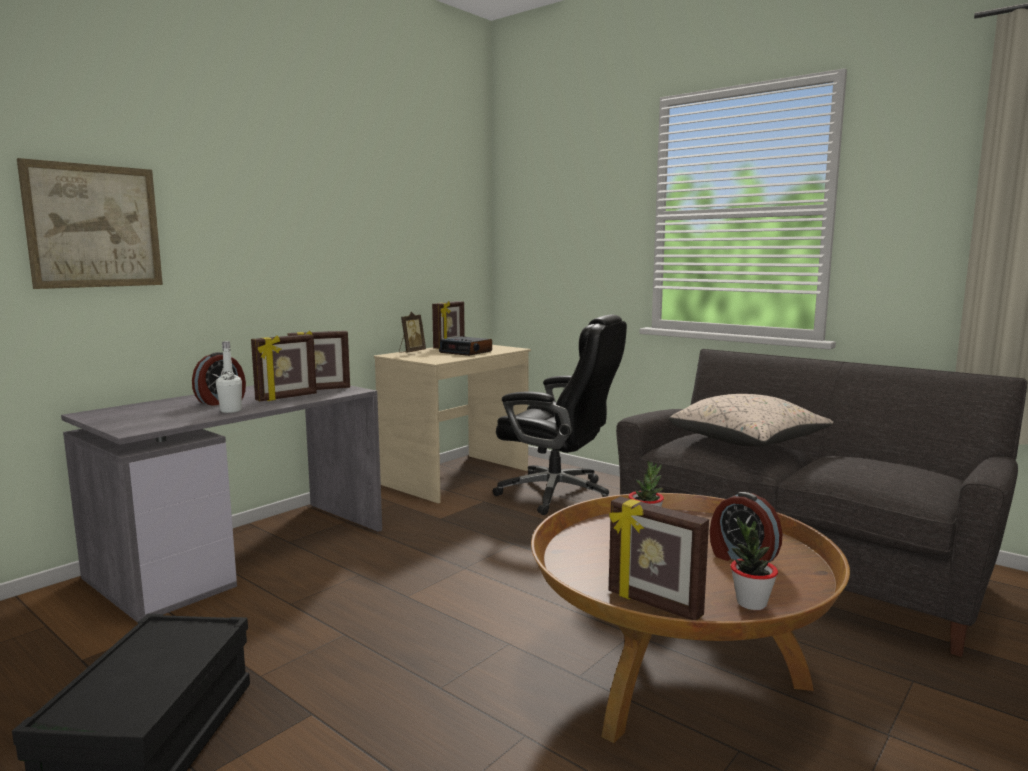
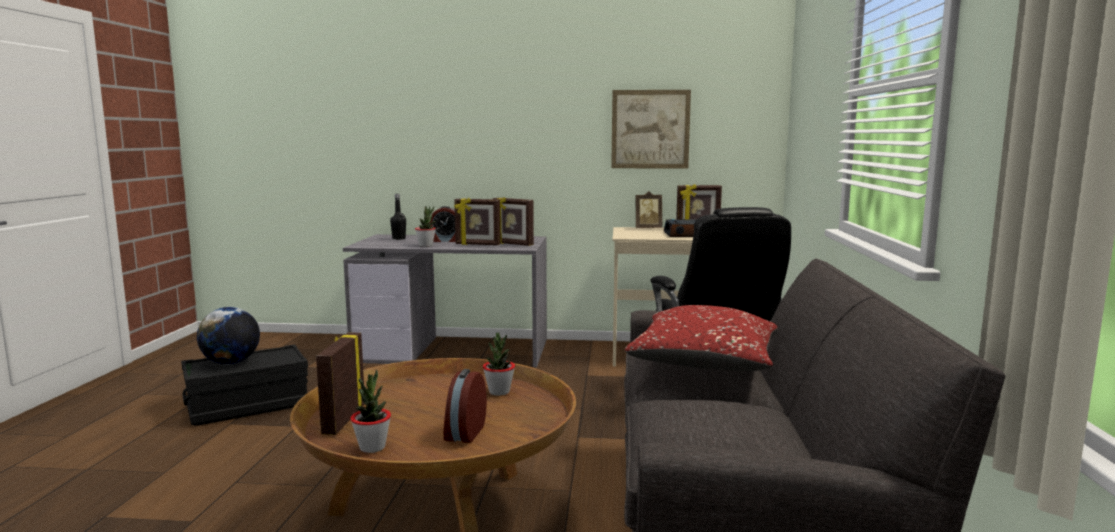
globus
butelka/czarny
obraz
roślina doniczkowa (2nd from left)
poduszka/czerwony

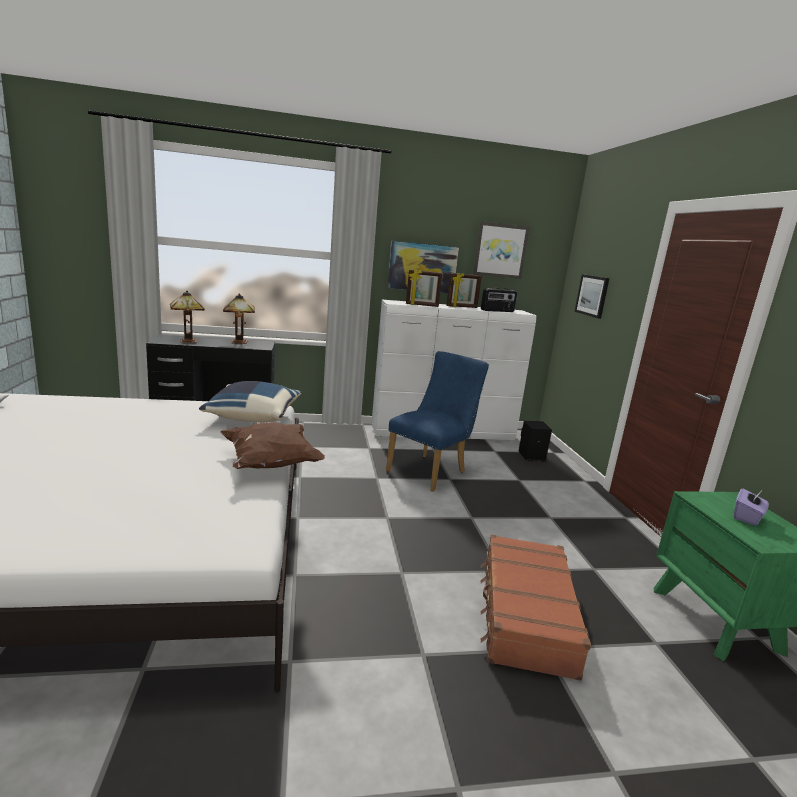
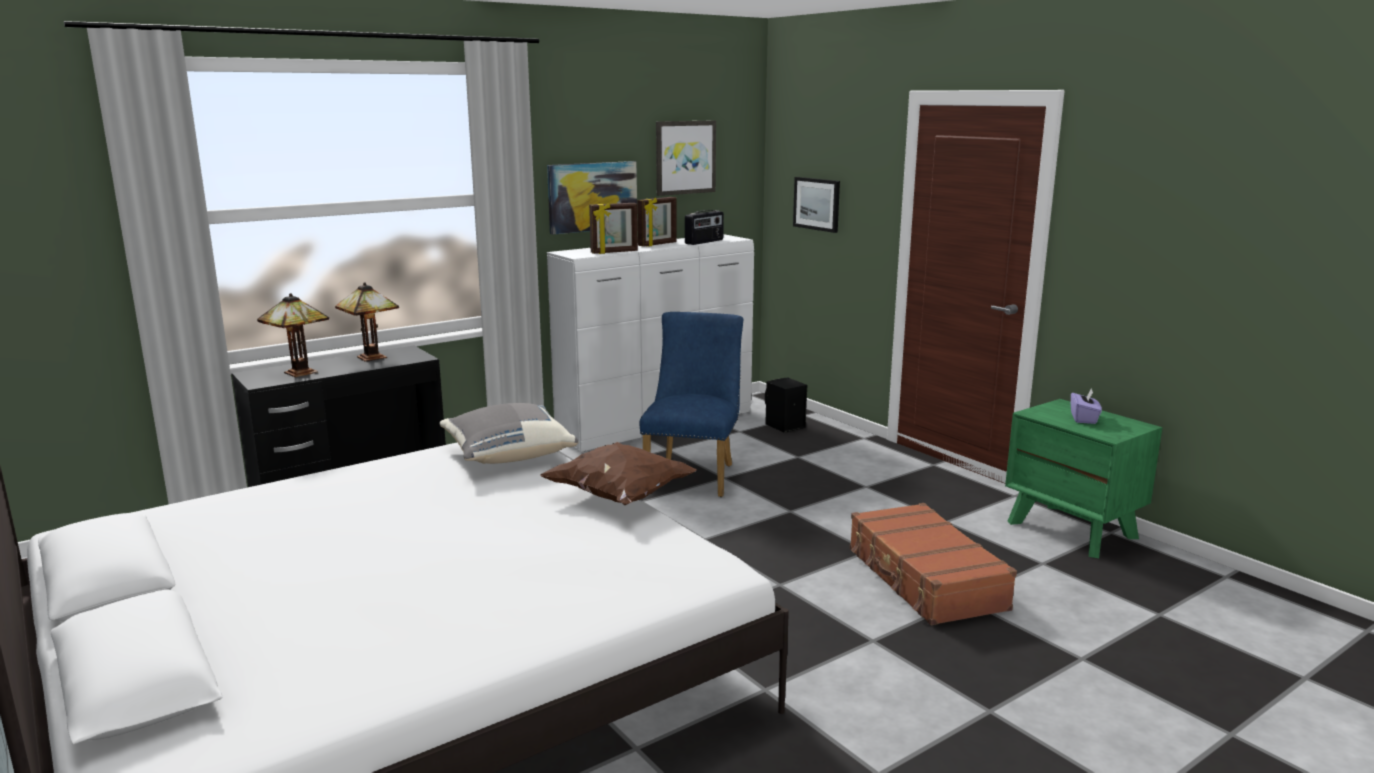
poduszka/szary

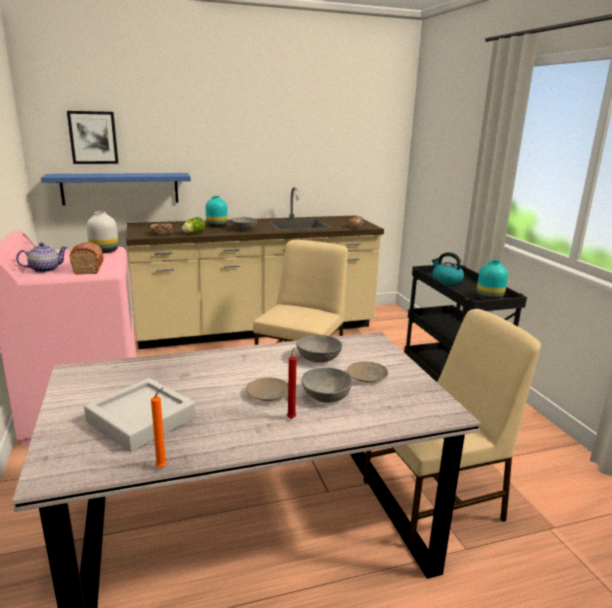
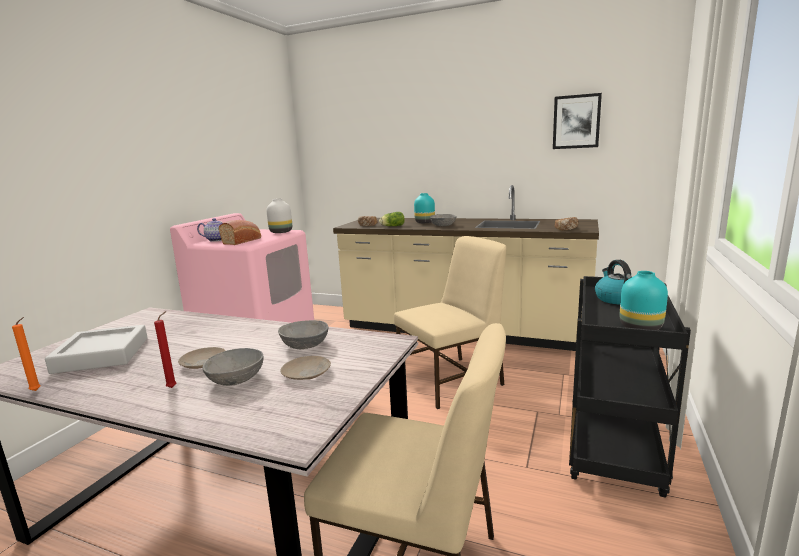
półka/niebieski
obraz

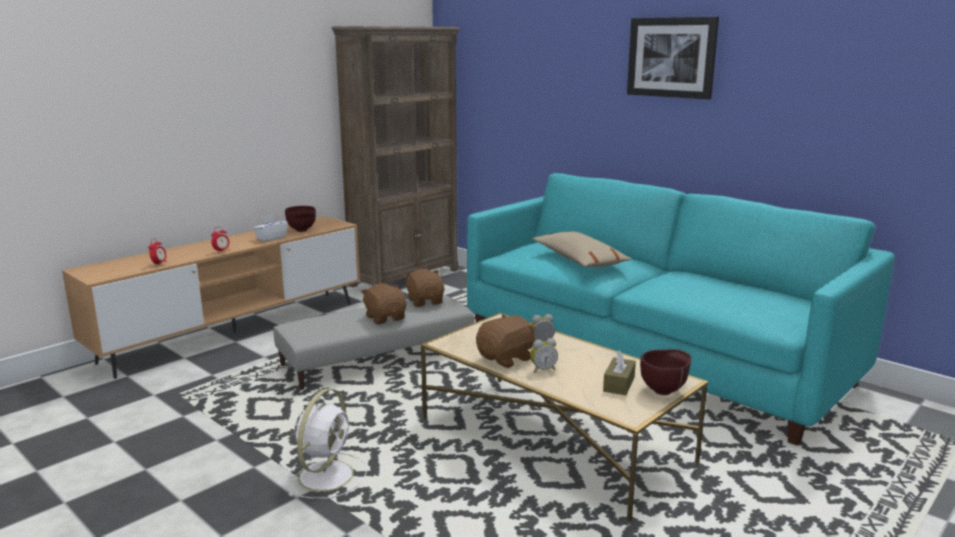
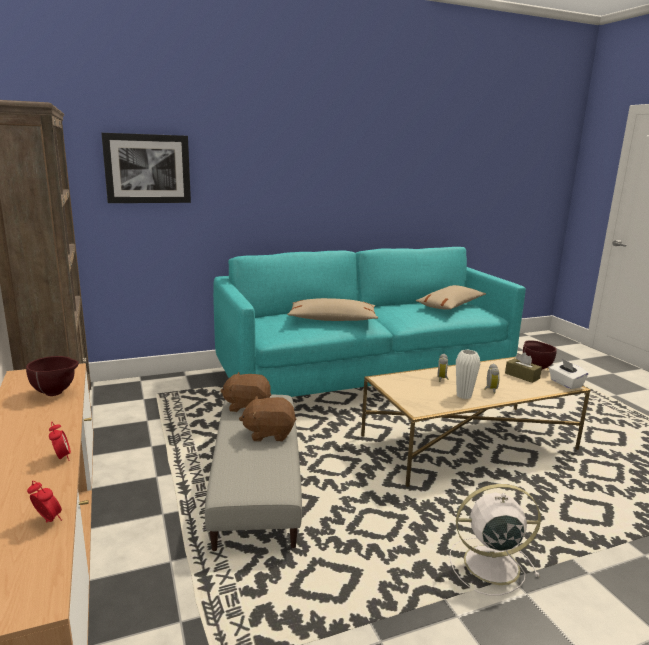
poduszka/beżowy (2nd from left)
pudełko chusteczek/biały
obraz
wazon/biały
wentylator/biały

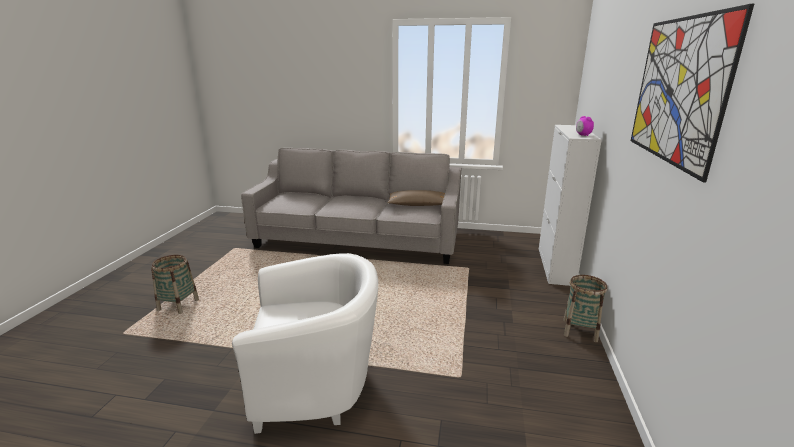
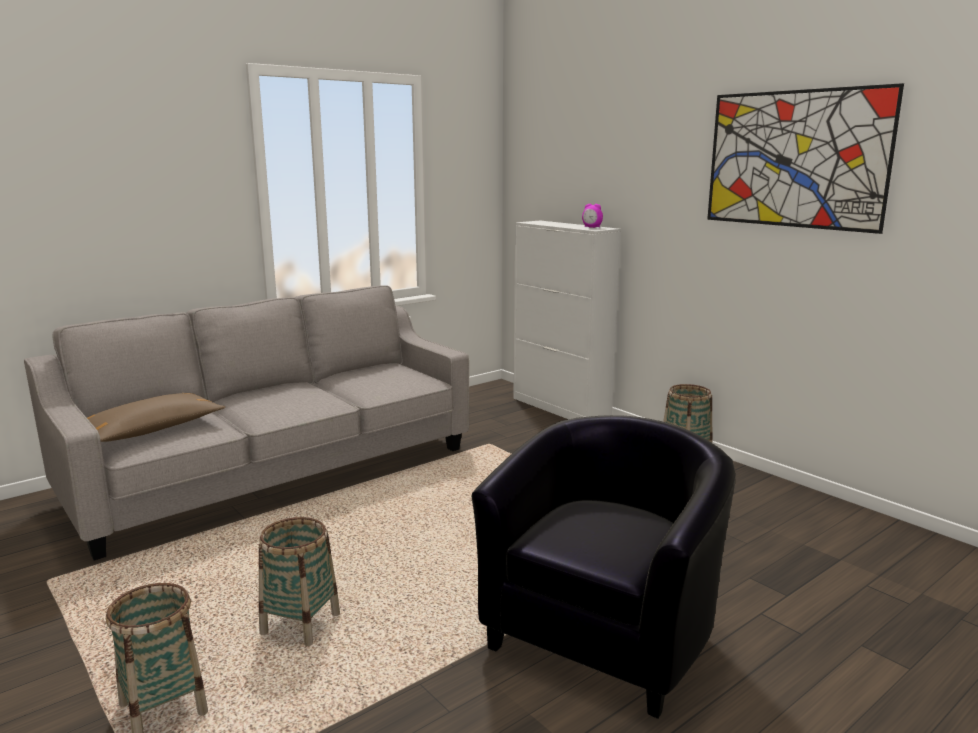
koszyk (2nd from left)
poduszka/brązowy
fotel/czarny

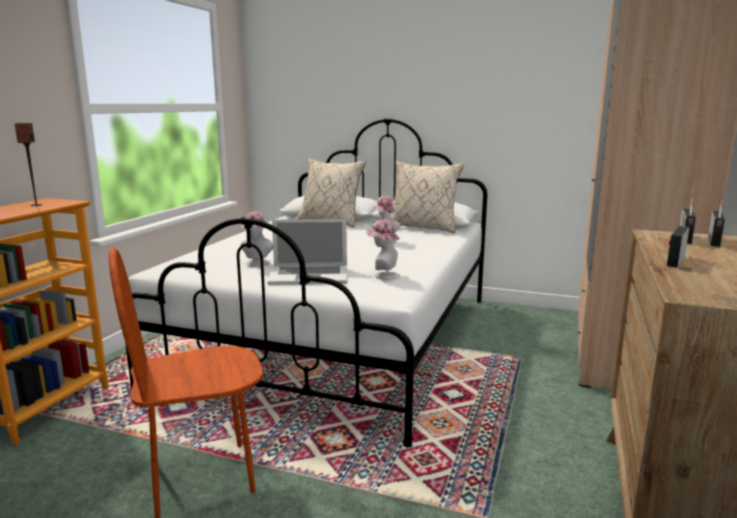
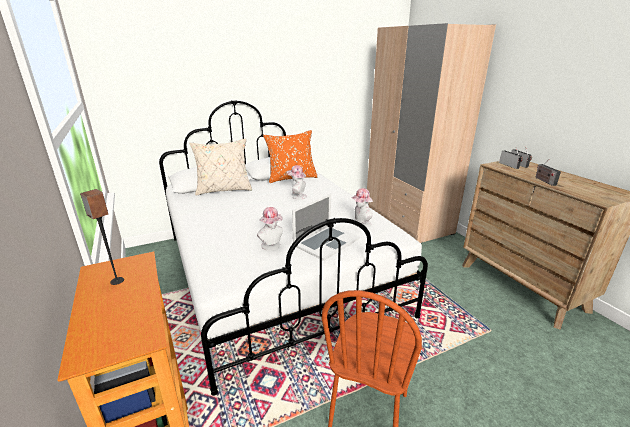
poduszka/pomarańczowy

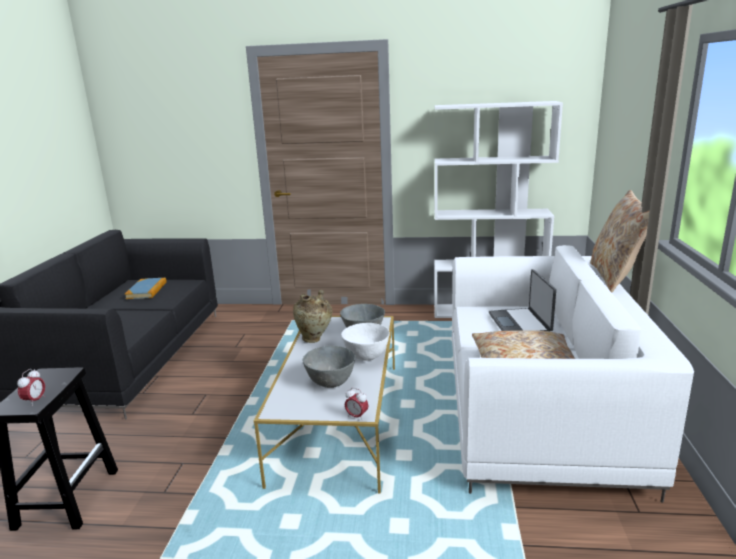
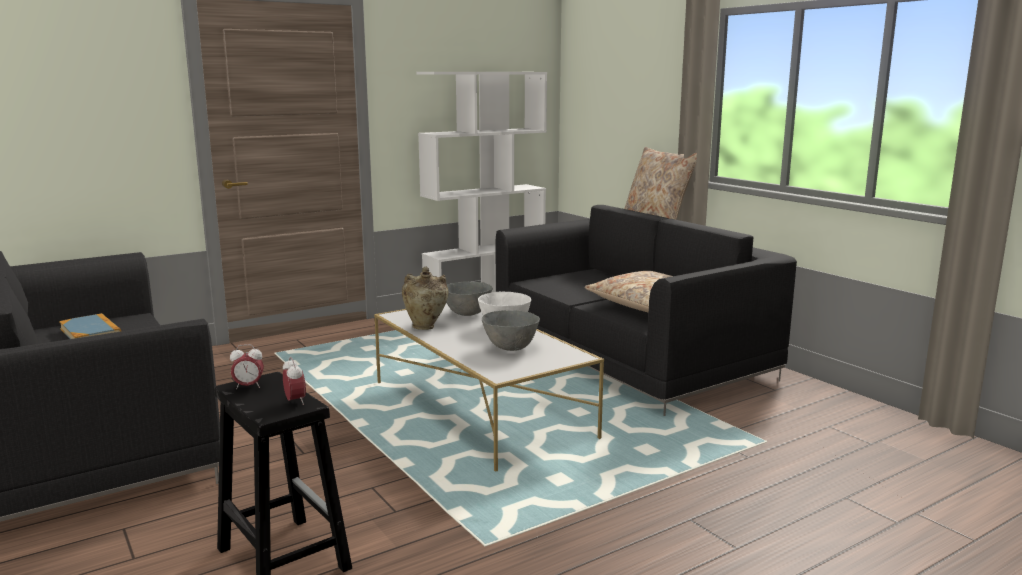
laptop
budzik (1st from left)
kanapa/czarny (2nd from left)

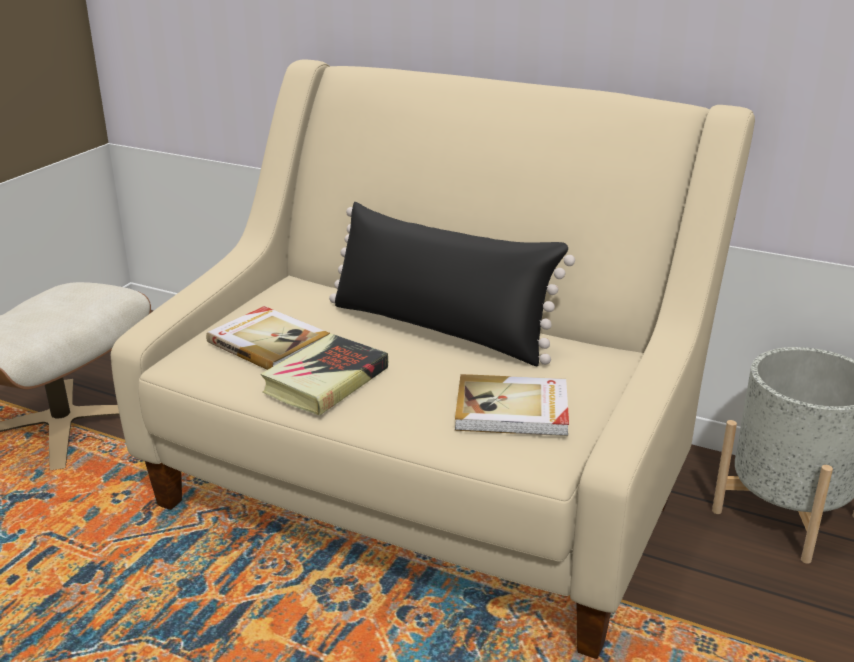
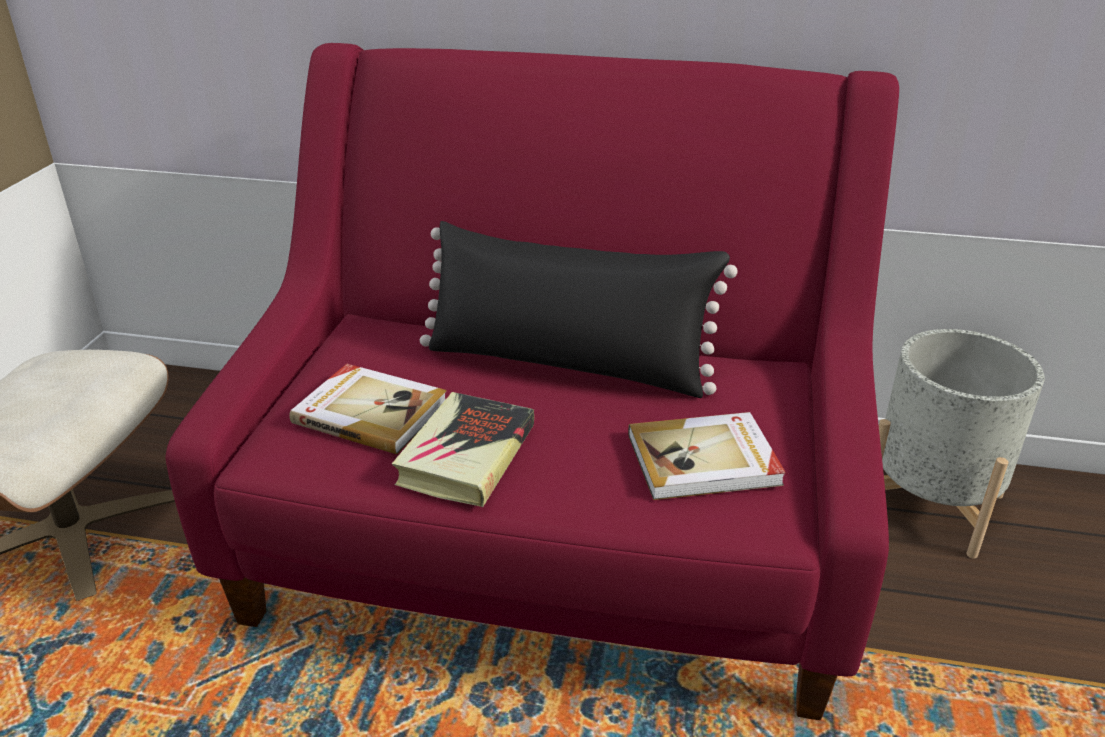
kanapa/czerwony

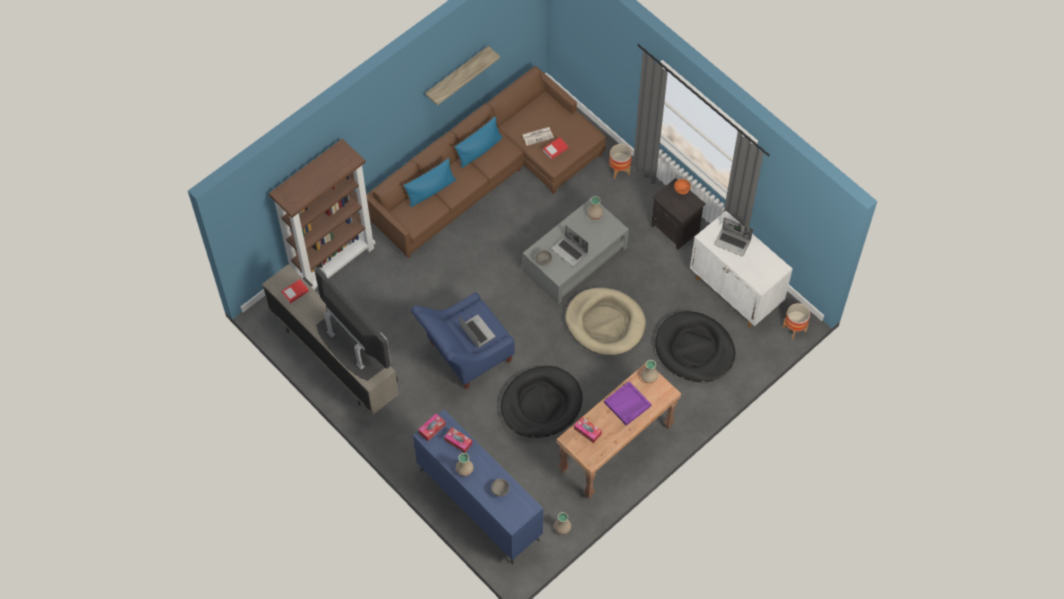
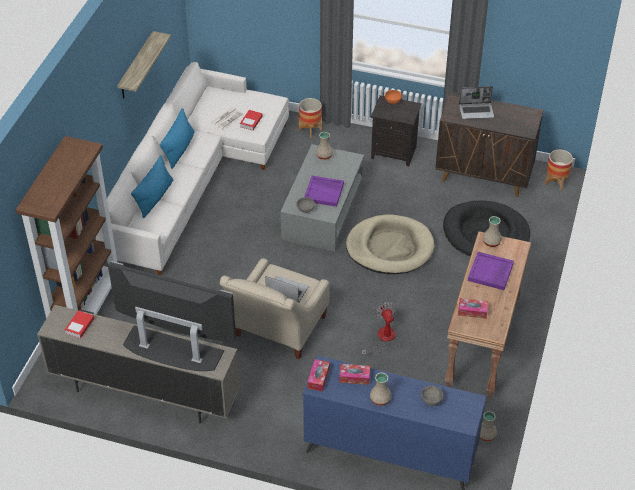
wentylator
taca/fioletowy (1st from left)
kanapa/biały
fotel/beżowy
szafka/brązowy

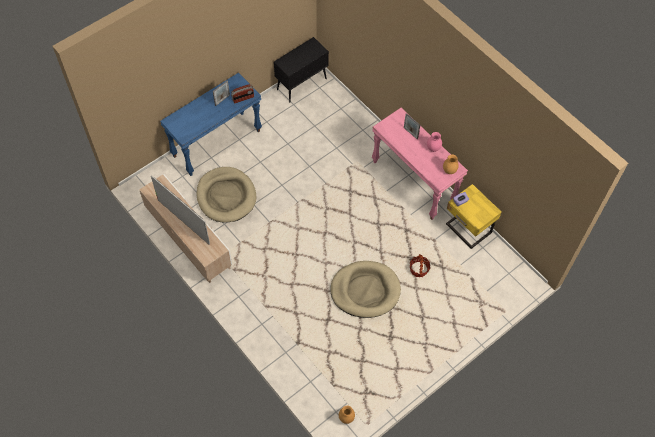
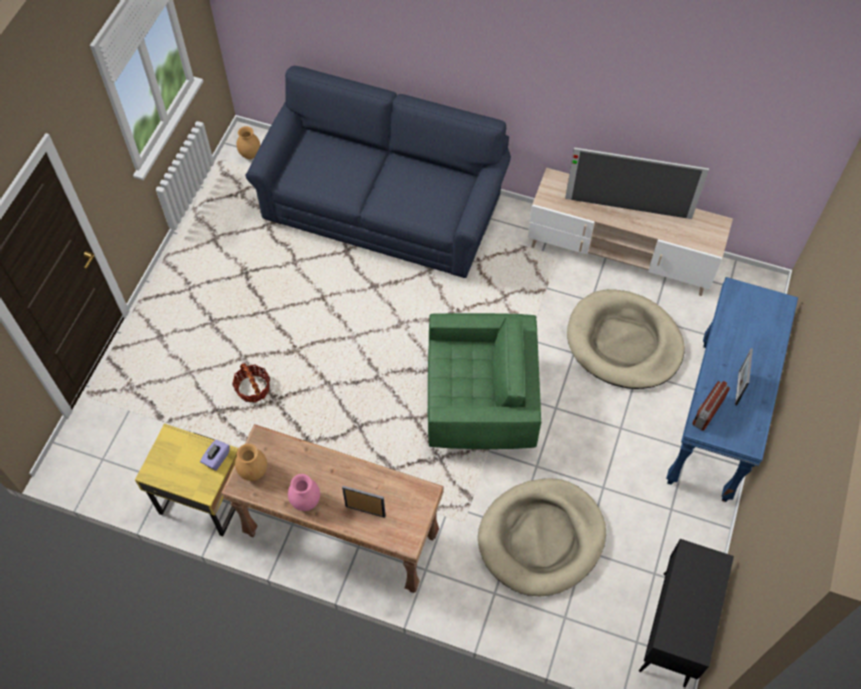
kanapa/niebieski
fotel/zielony
legowisko/beżowy (1st from left)
stolik konsolowy/brązowy

